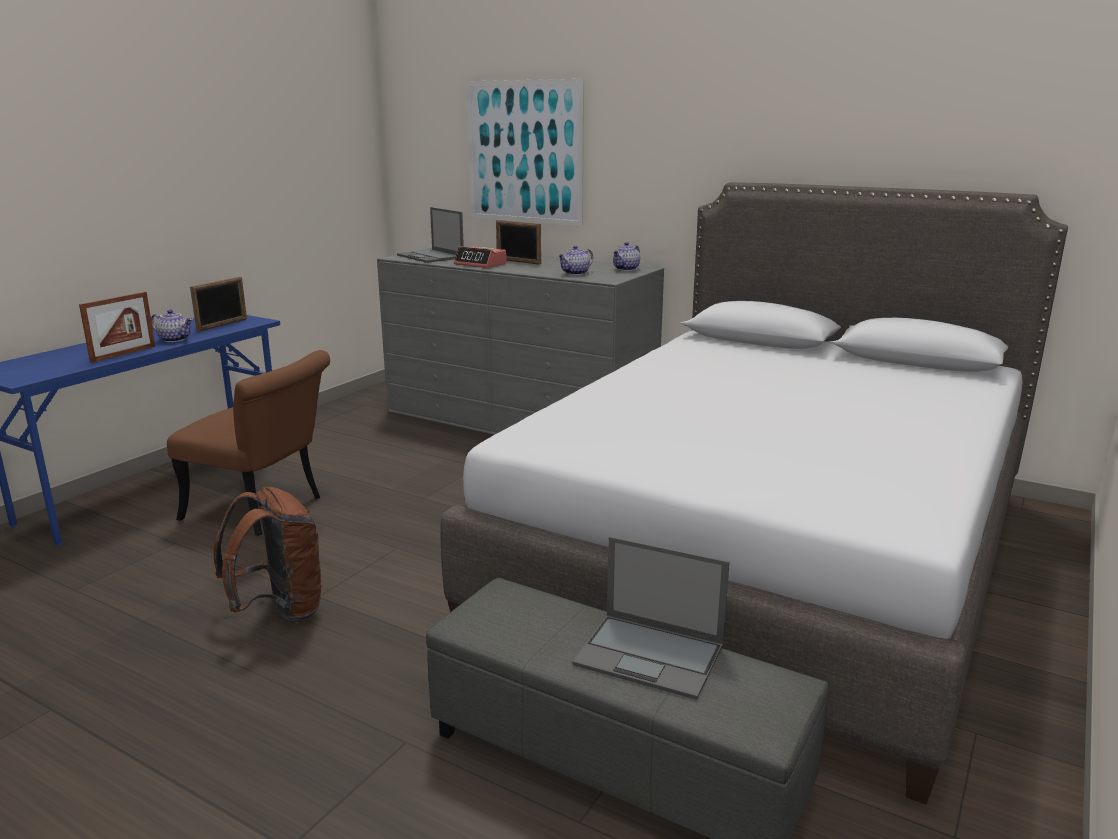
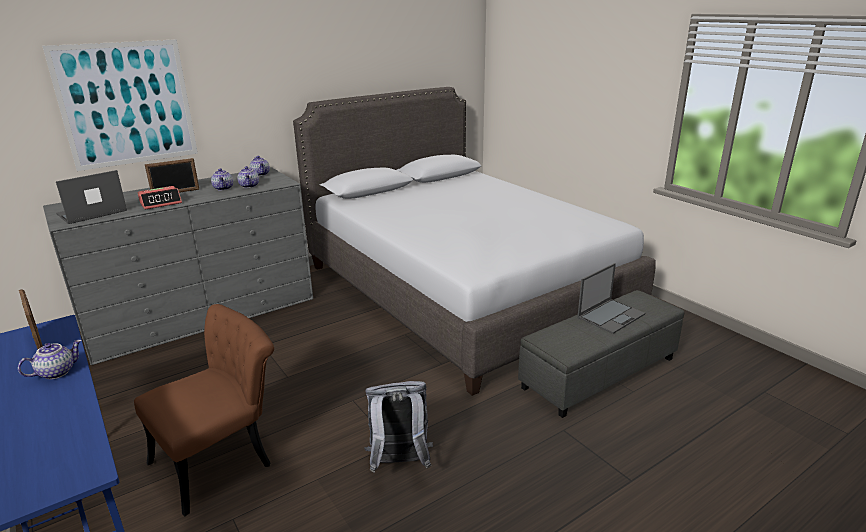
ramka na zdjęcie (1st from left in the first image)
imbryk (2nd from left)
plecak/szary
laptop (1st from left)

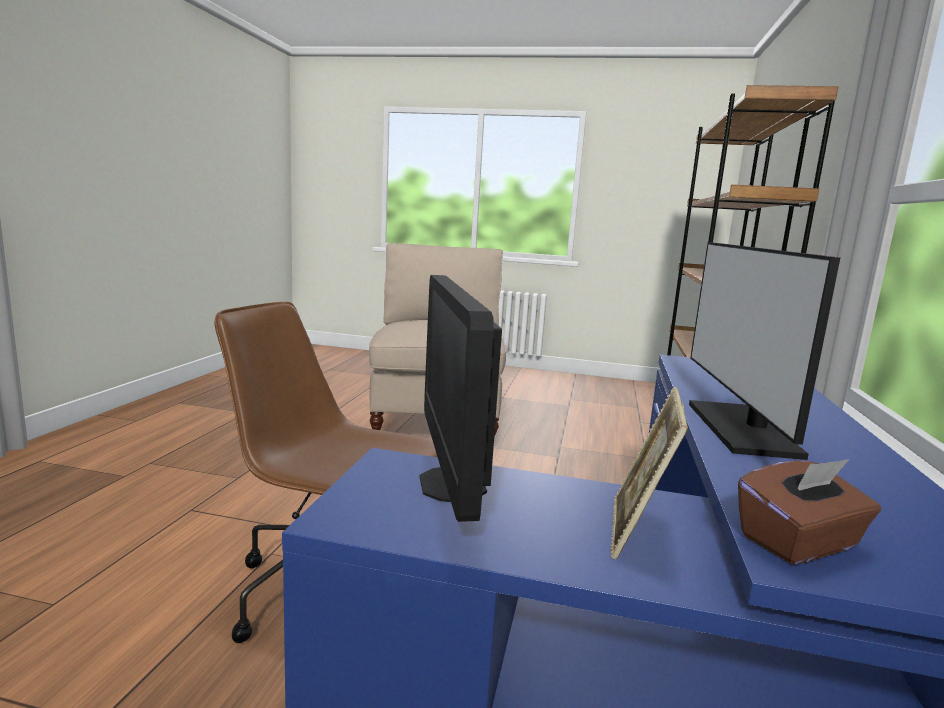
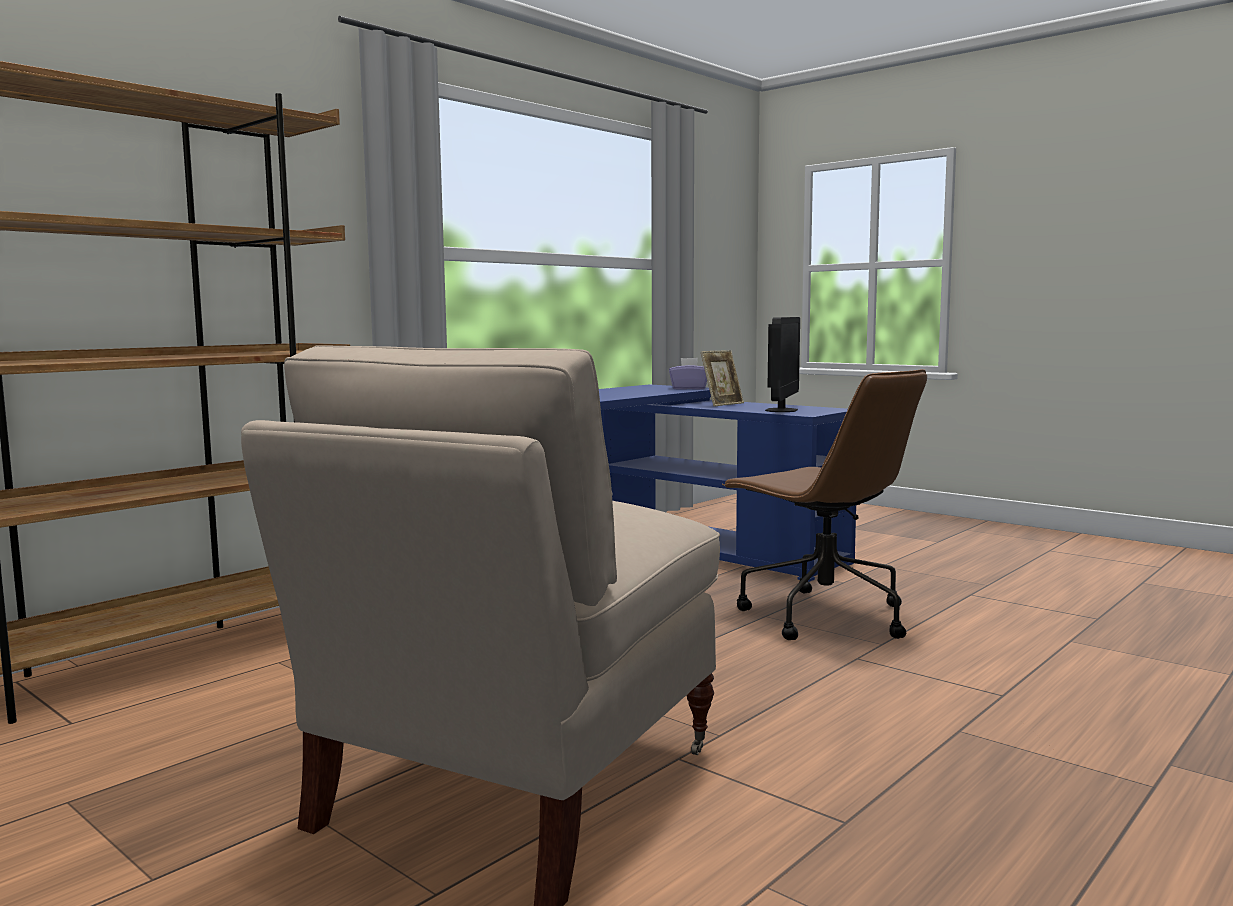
monitor (2nd from left in the first image)
pudełko chusteczek/fioletowy

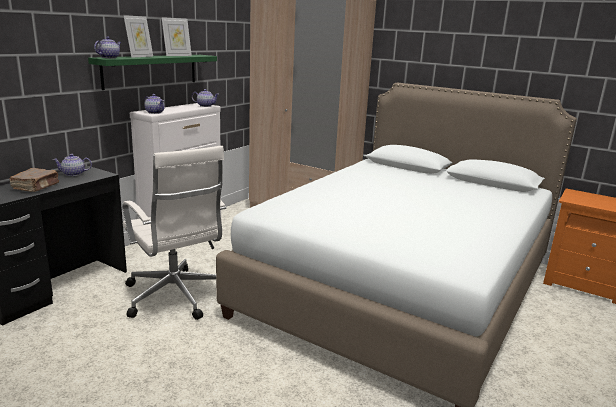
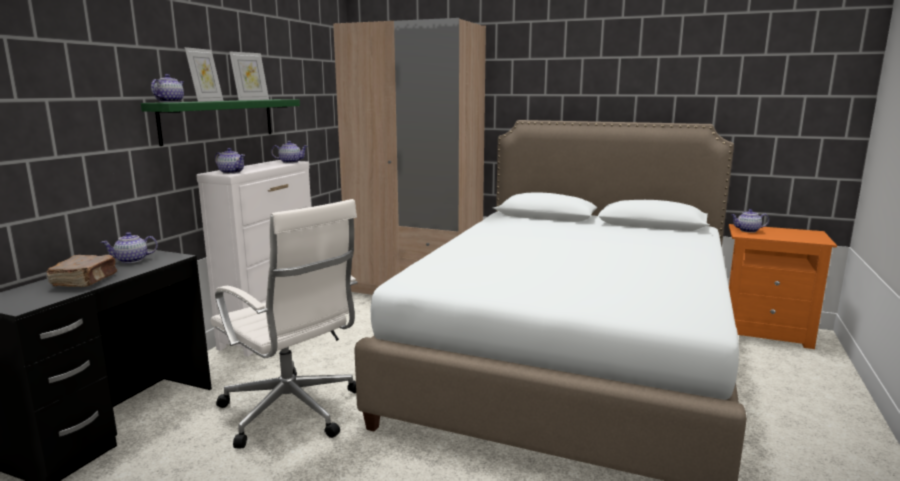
imbryk (5th from left)

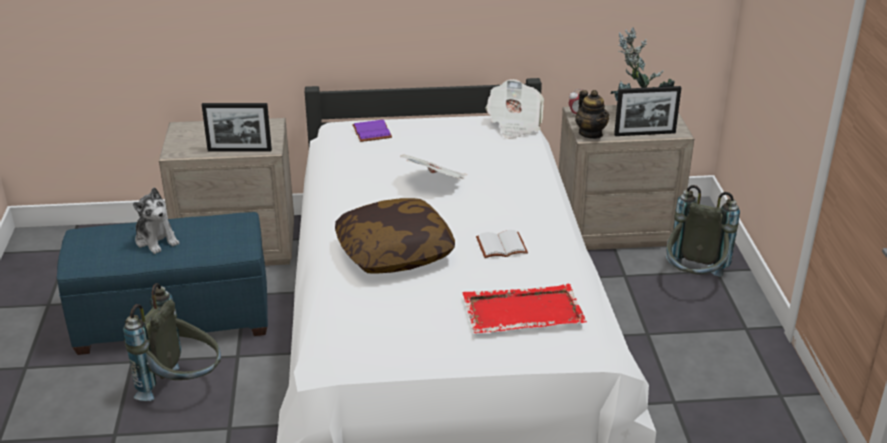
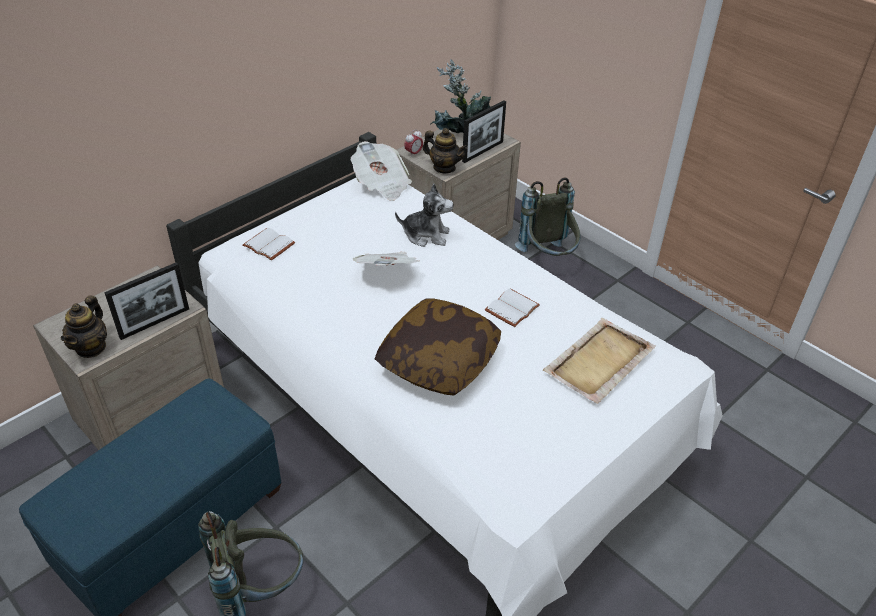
imbryk (1st from left)
pluszak
książka/biały (1st from left)
taca/beżowy

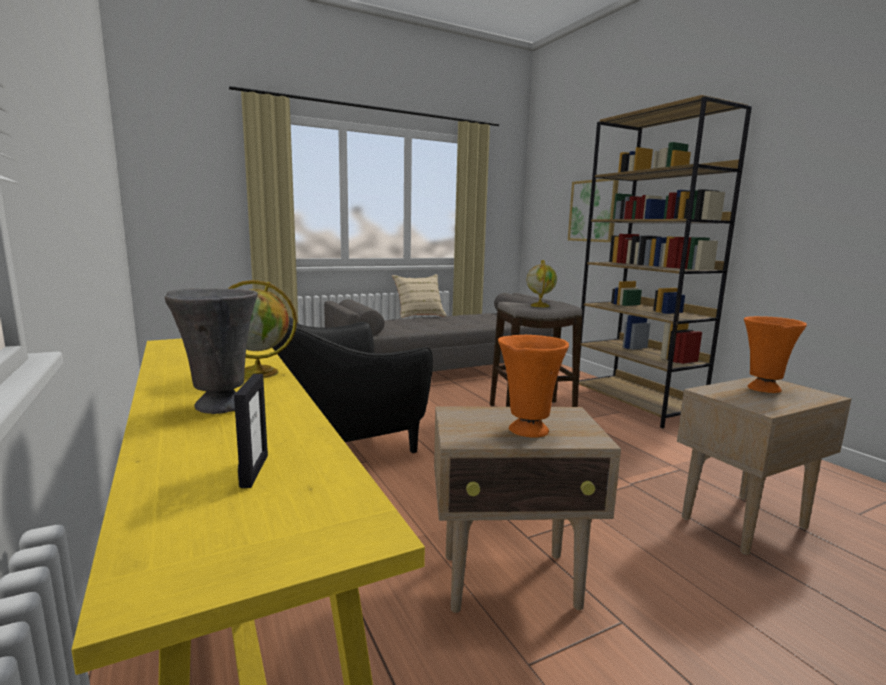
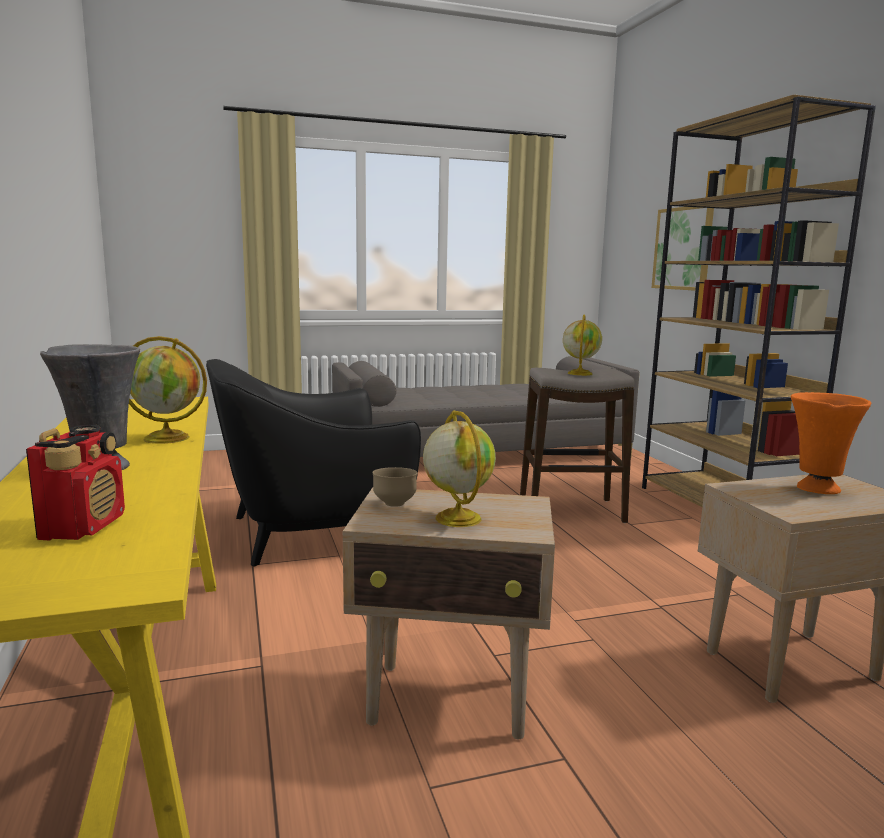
poduszka/beżowy
miska/brązowy
radio
globus (2nd from left)

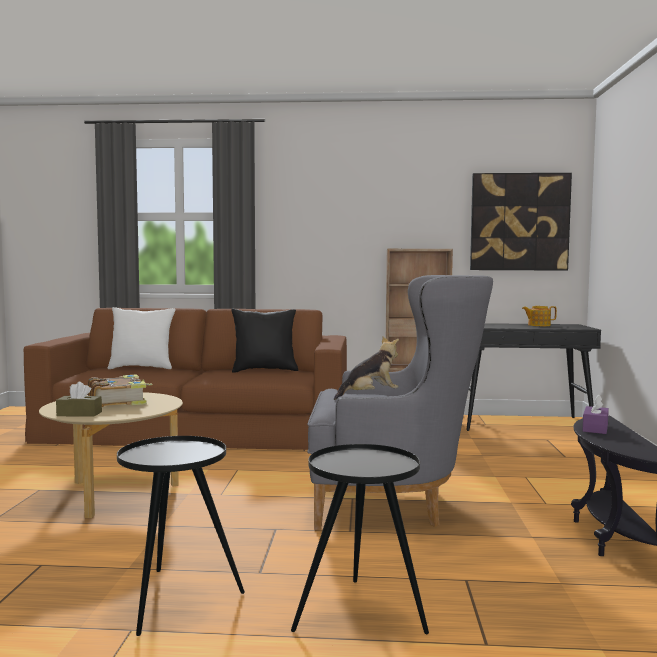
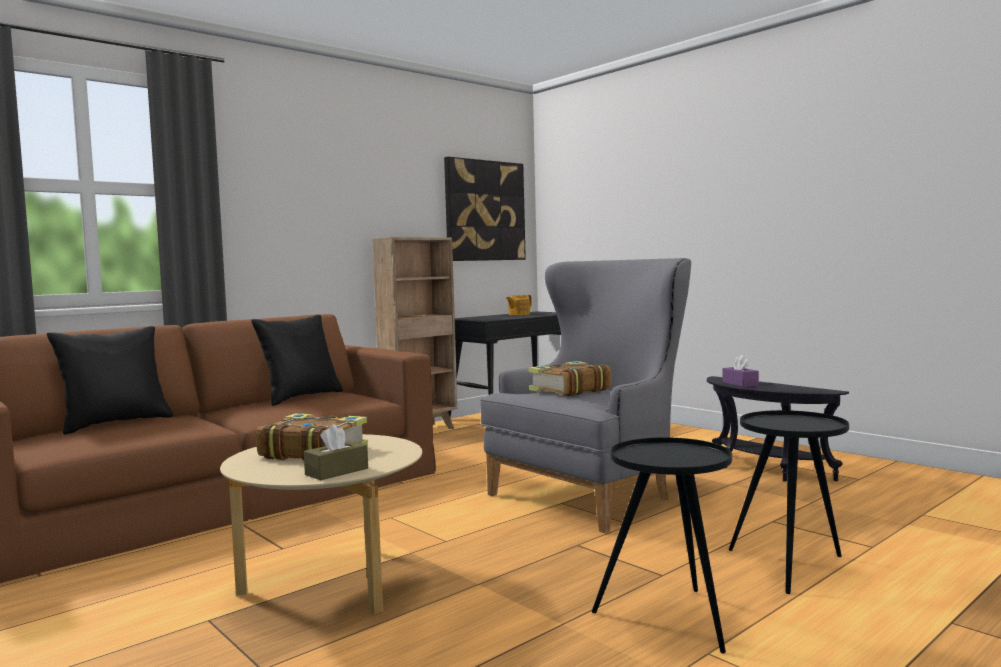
książka (2nd from left)
poduszka/czarny (1st from left)

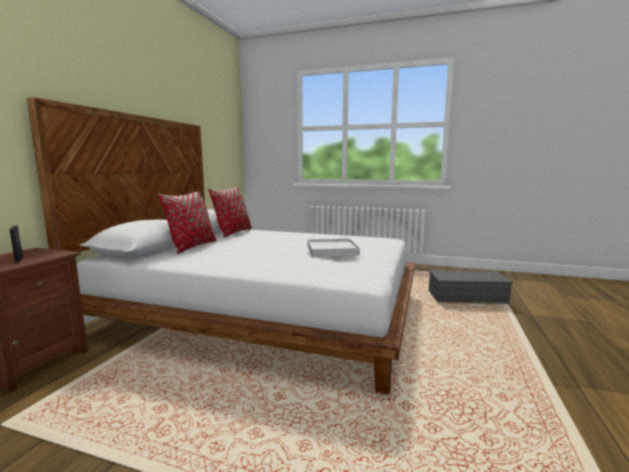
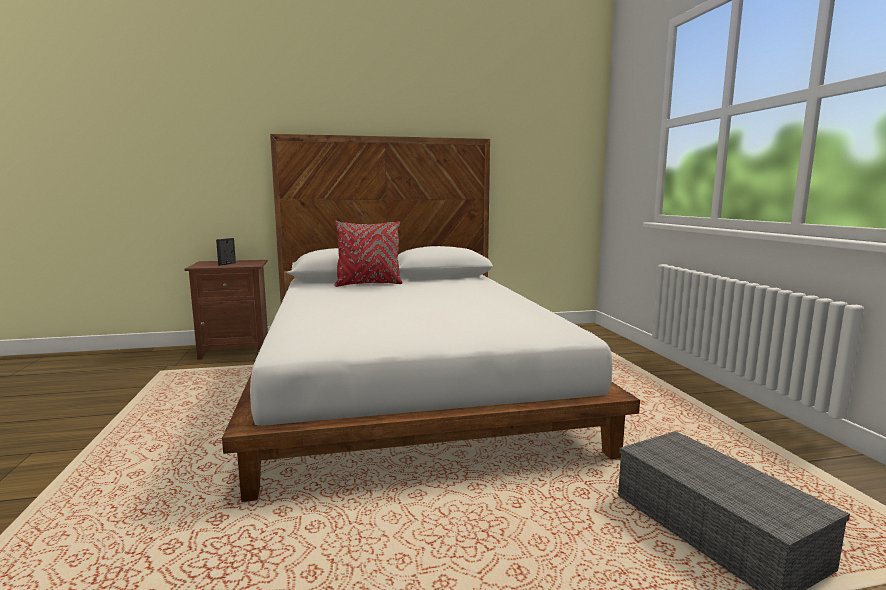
poduszka/czerwony (2nd from left in the first image)
taca/biały

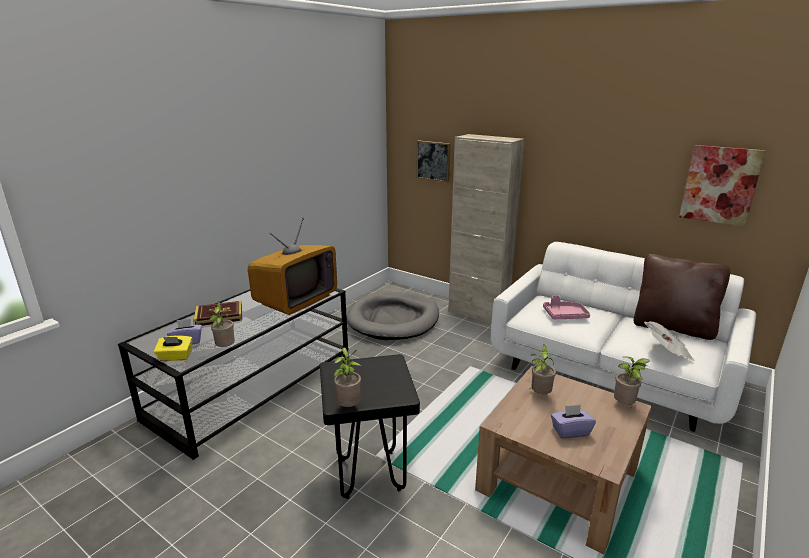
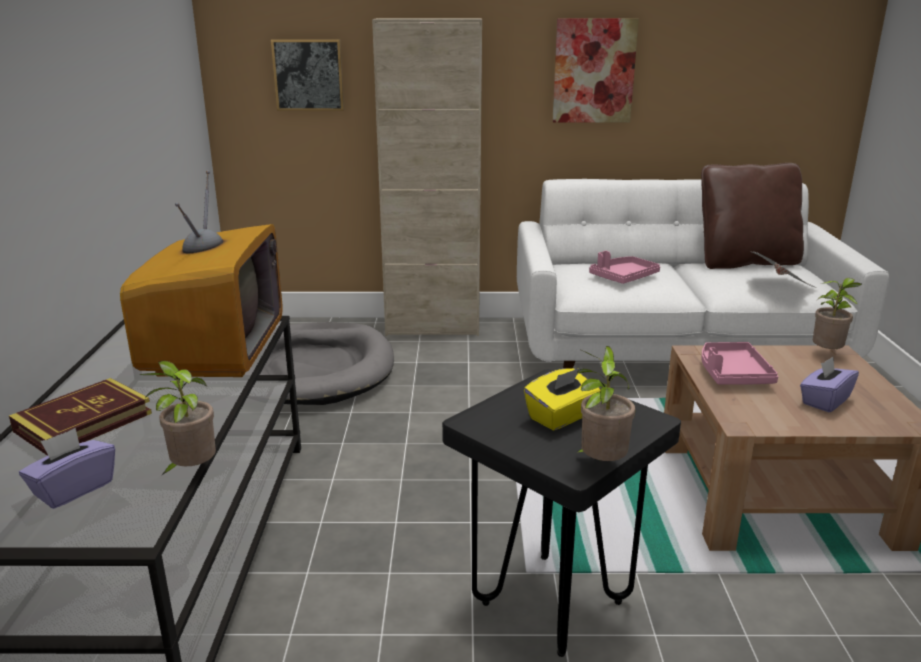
pudełko chusteczek/żółty
obraz (2nd from left)
taca/różowy (2nd from left)

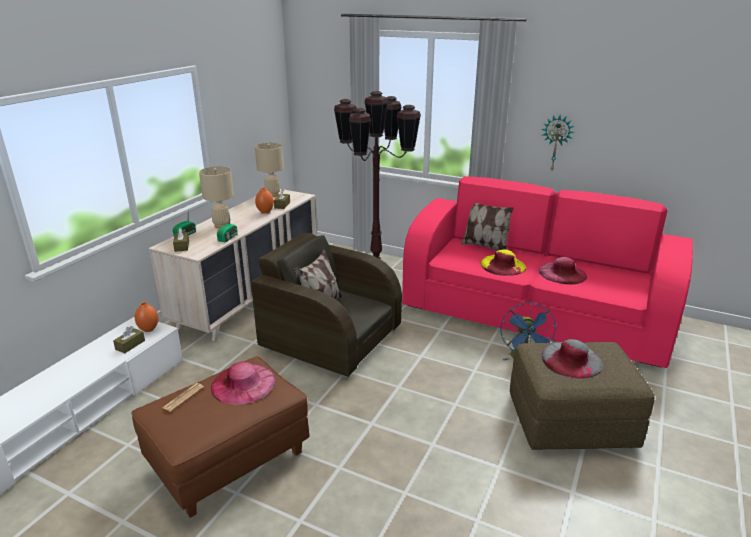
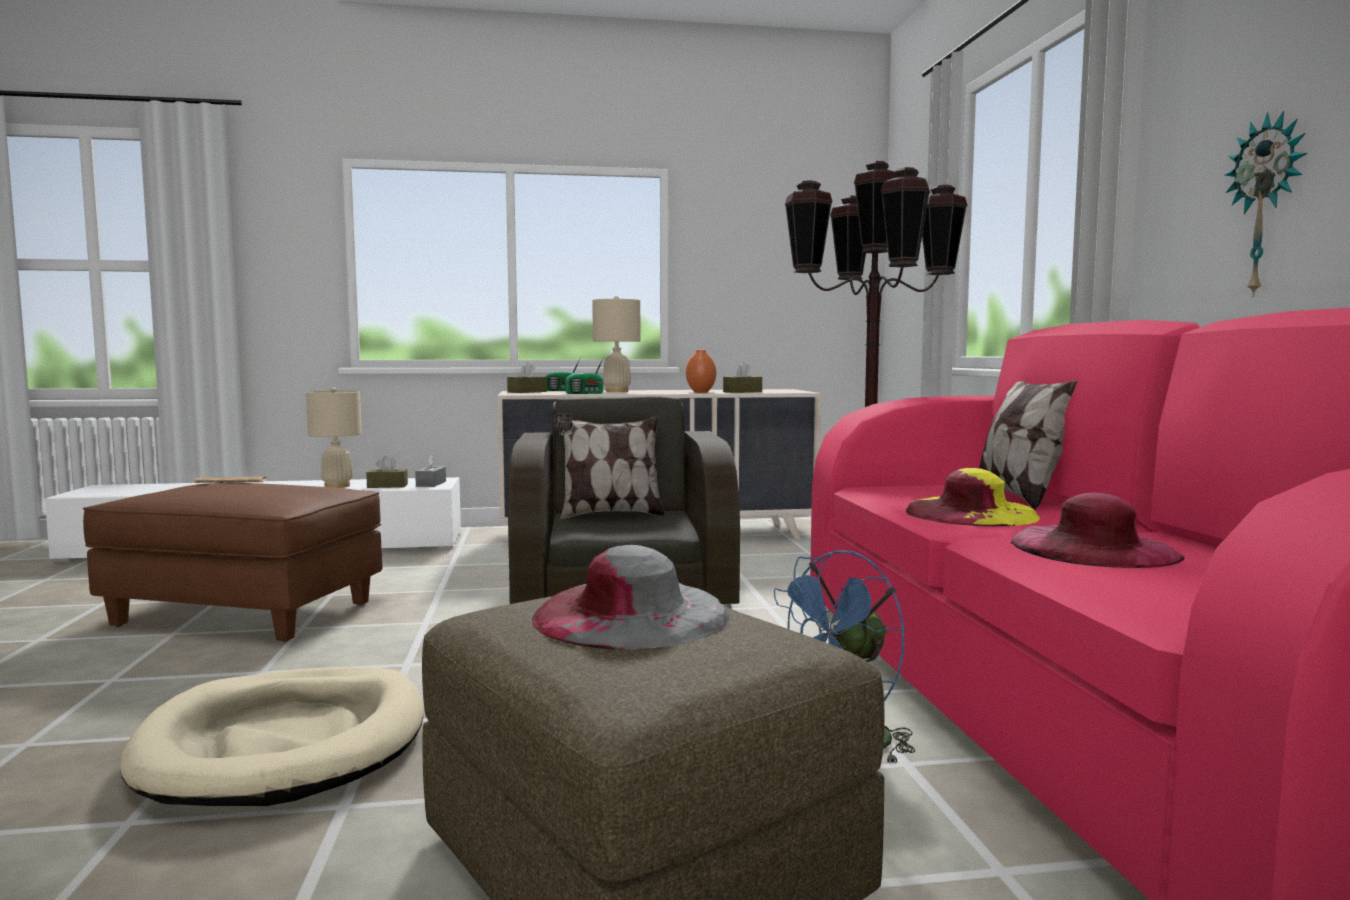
kapelusz/różowy (1st from left in the first image)
legowisko/beżowy
lampa stołowa/beżowy (1st from left)
pudełko chusteczek/szary

